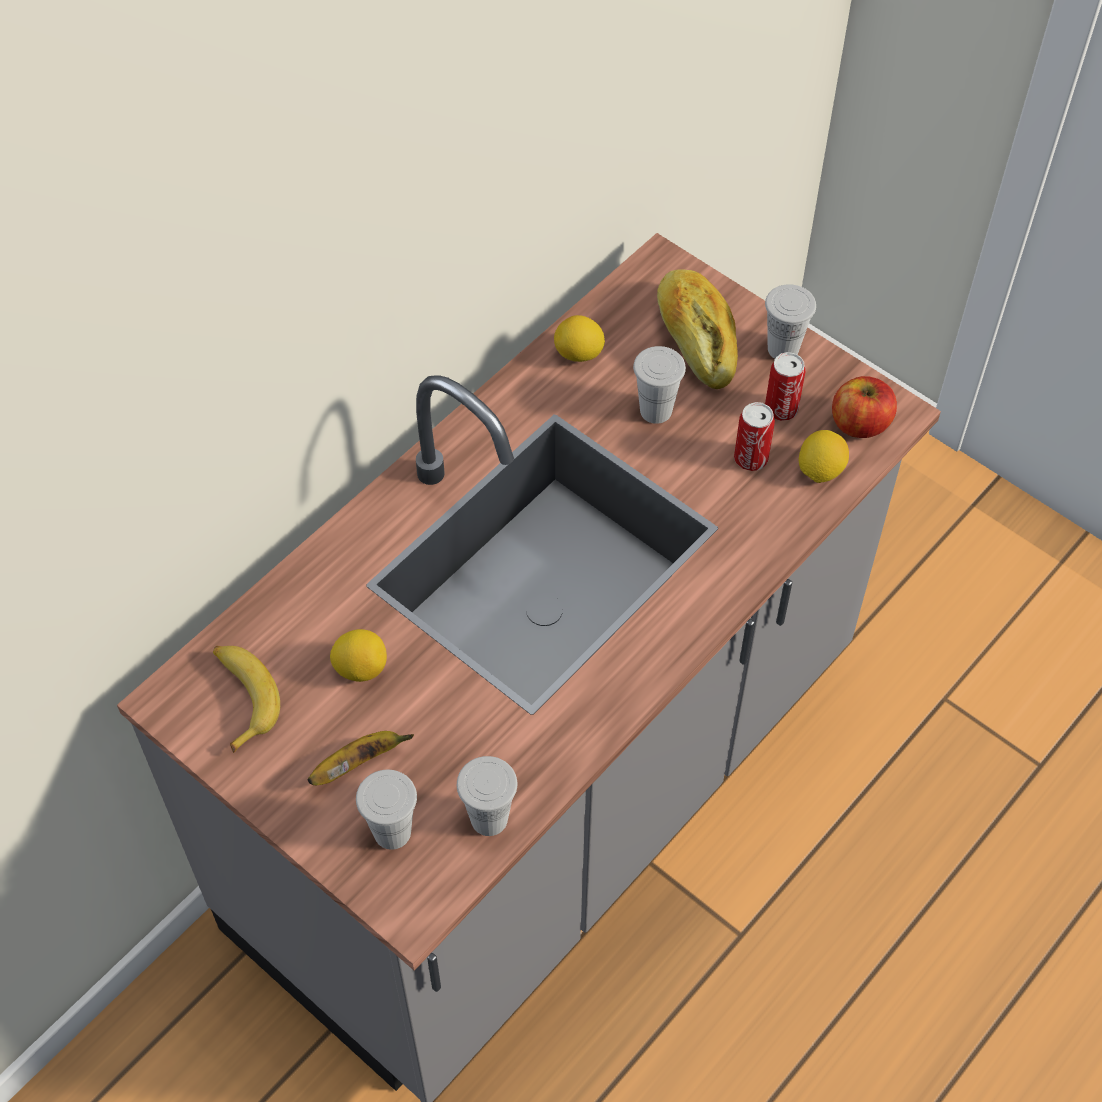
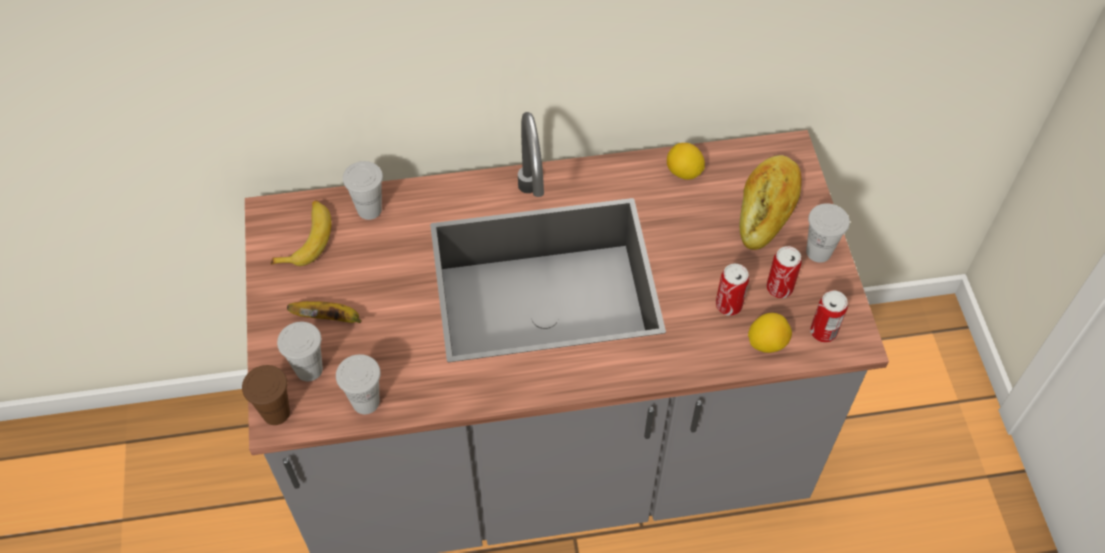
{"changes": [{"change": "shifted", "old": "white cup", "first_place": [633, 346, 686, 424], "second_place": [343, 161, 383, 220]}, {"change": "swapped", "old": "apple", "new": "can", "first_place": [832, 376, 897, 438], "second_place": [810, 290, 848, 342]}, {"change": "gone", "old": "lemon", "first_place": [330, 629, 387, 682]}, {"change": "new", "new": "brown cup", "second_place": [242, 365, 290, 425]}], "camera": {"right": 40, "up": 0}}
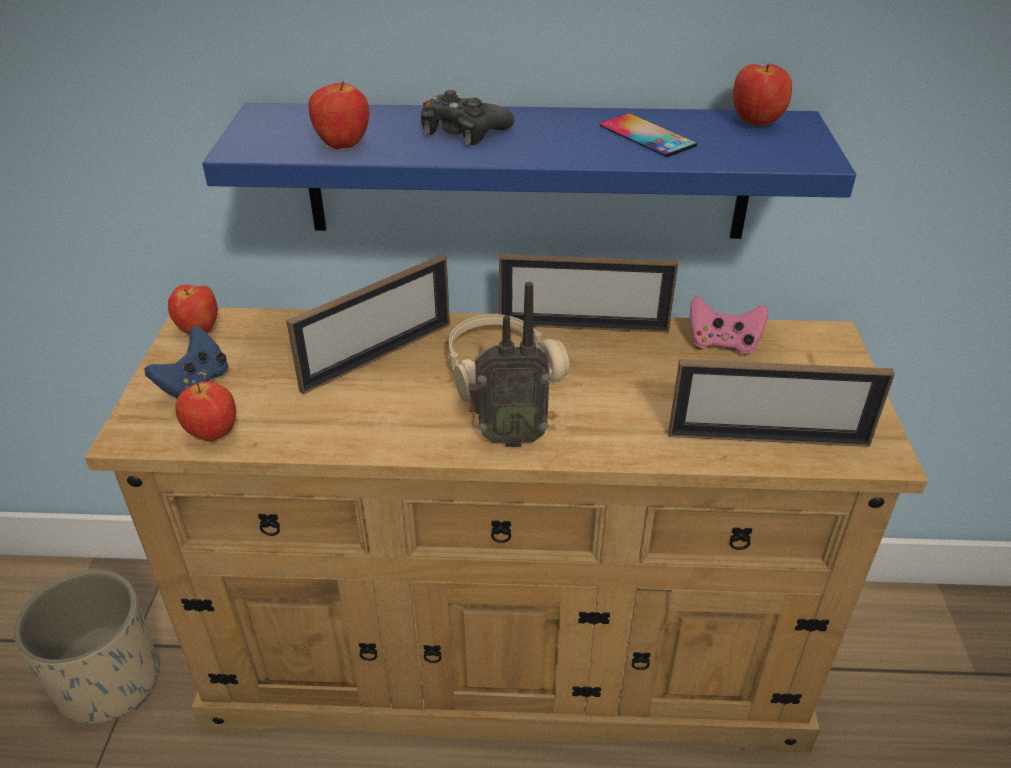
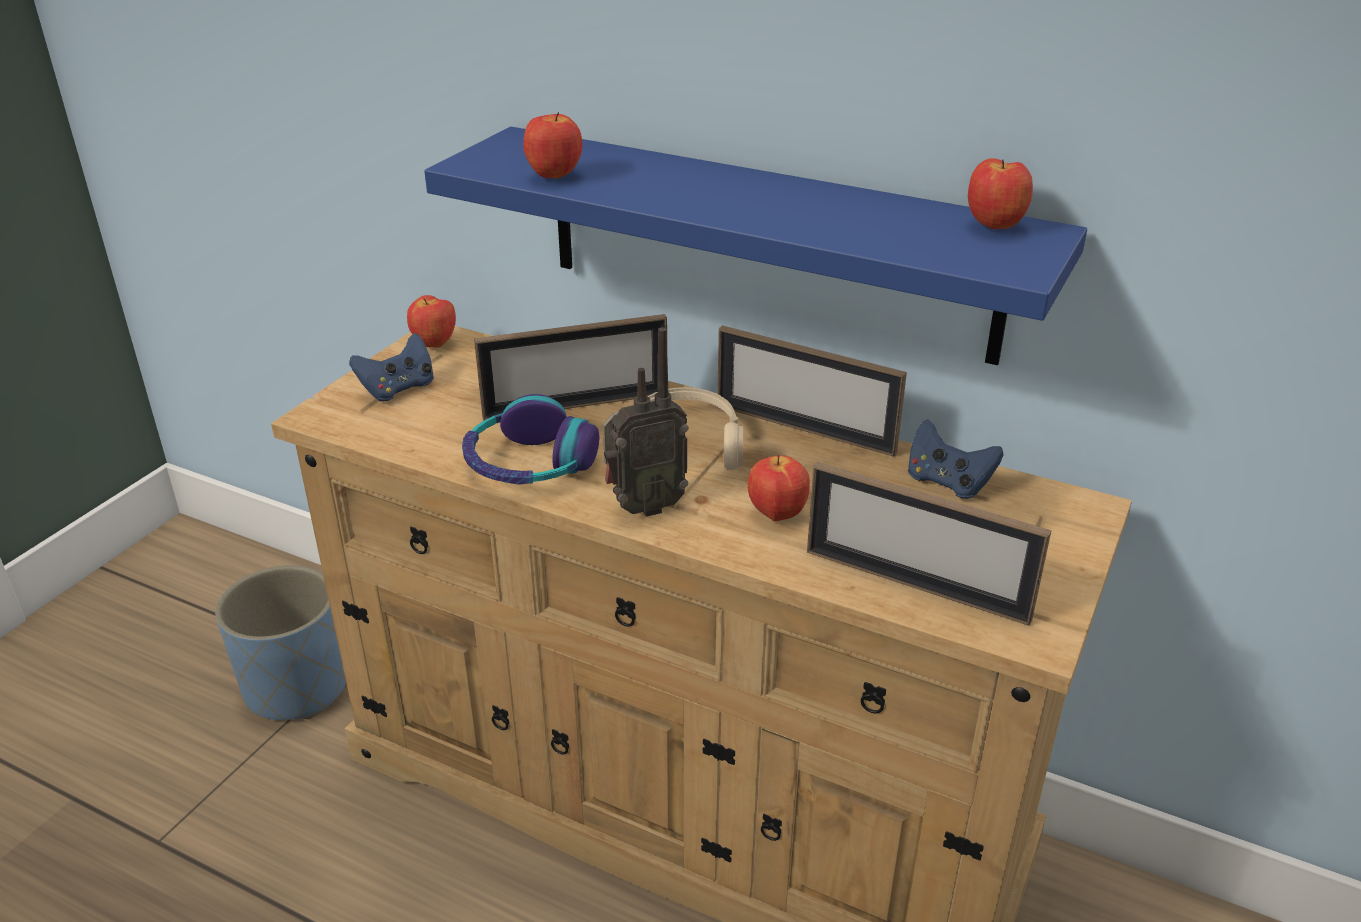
{"changes": [{"change": "gone", "old": "black game controller", "first_place": [421, 90, 514, 145]}, {"change": "gone", "old": "phone", "first_place": [600, 113, 697, 157]}, {"change": "rotated", "old": "radio", "first_place": [469, 282, 550, 447], "second_place": [603, 328, 689, 517], "degrees": -45}, {"change": "repainted", "old": "pink game controller", "new": "blue game controller", "first_place": [690, 296, 768, 354], "second_place": [908, 419, 1004, 499]}, {"change": "shifted", "old": "apple", "first_place": [175, 381, 236, 442], "second_place": [747, 455, 810, 522]}, {"change": "repainted", "old": "beige planter", "new": "blue planter", "first_place": [14, 570, 158, 724], "second_place": [215, 565, 346, 720]}, {"change": "new", "new": "headphones", "second_place": [462, 394, 599, 485]}], "camera": {"right": 25, "up": -5}}
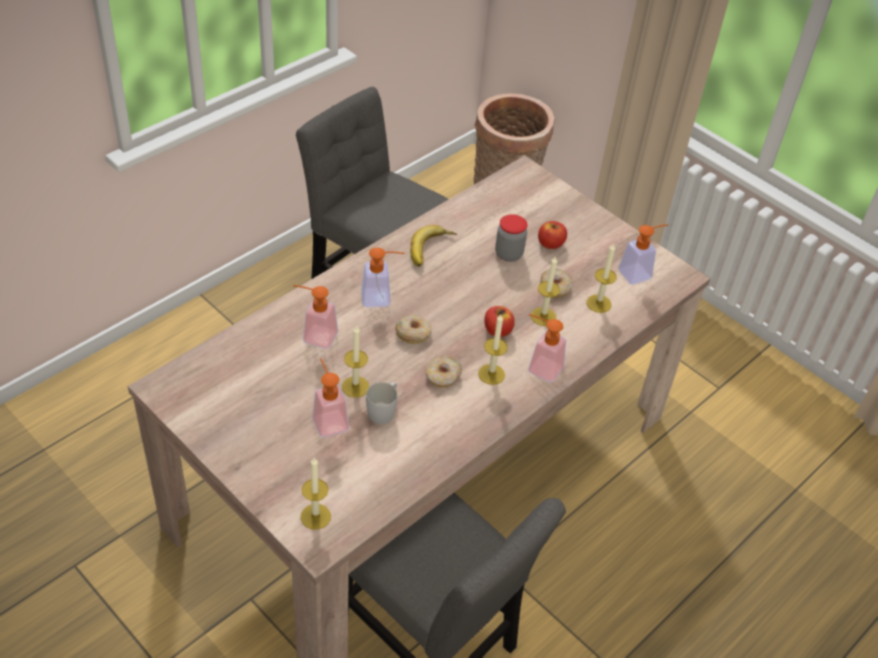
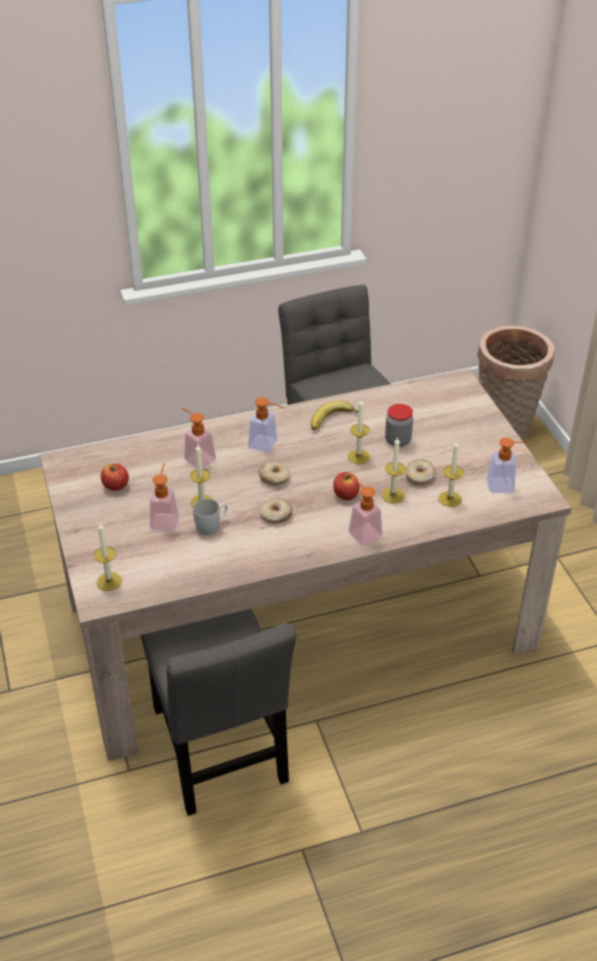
{"changes": [{"change": "shifted", "old": "apple", "first_place": [538, 221, 567, 249], "second_place": [101, 464, 129, 491]}, {"change": "shifted", "old": "candle", "first_place": [478, 314, 508, 385], "second_place": [348, 399, 370, 464]}], "camera": {"right": 30, "up": -5}}
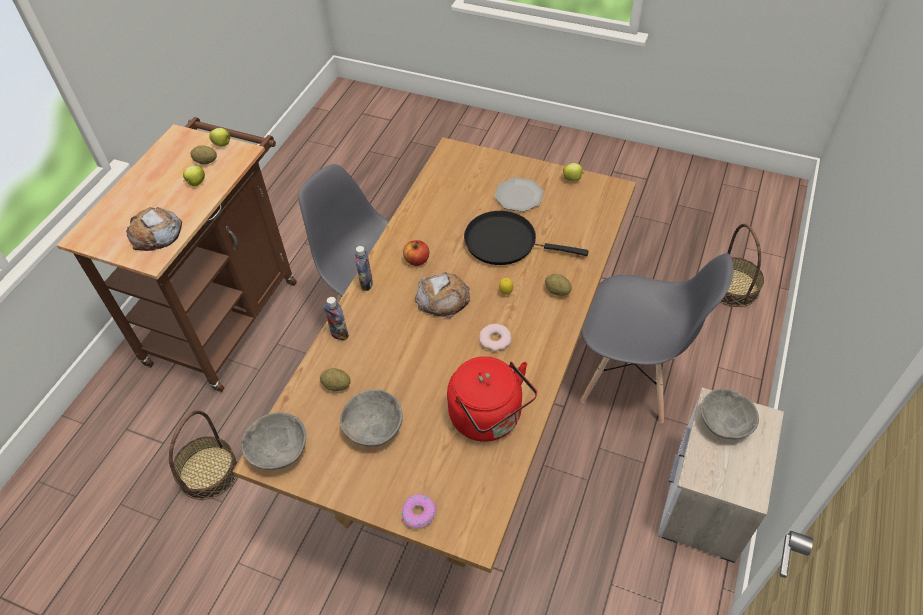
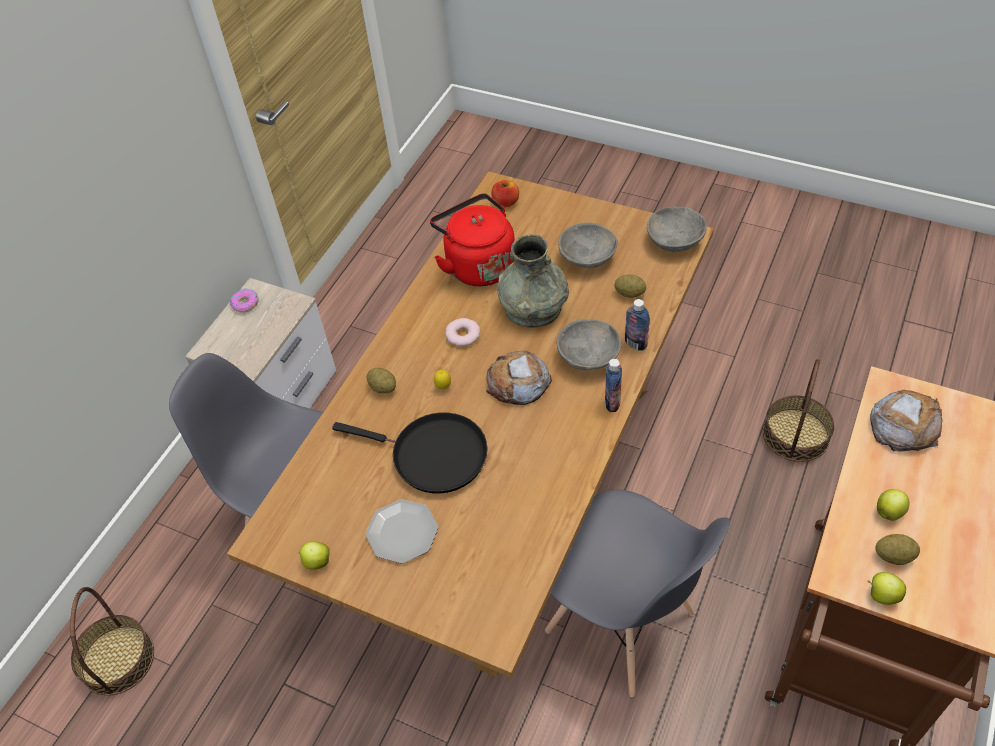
{"changes": [{"change": "shifted", "old": "apple", "first_place": [403, 240, 429, 266], "second_place": [492, 180, 519, 207]}, {"change": "shifted", "old": "grey bowl", "first_place": [701, 389, 759, 439], "second_place": [556, 319, 621, 370]}, {"change": "shifted", "old": "donut", "first_place": [402, 494, 436, 529], "second_place": [230, 288, 259, 313]}, {"change": "new", "new": "grey vase", "second_place": [497, 234, 569, 328]}], "camera": {"right": -175, "up": 0}}
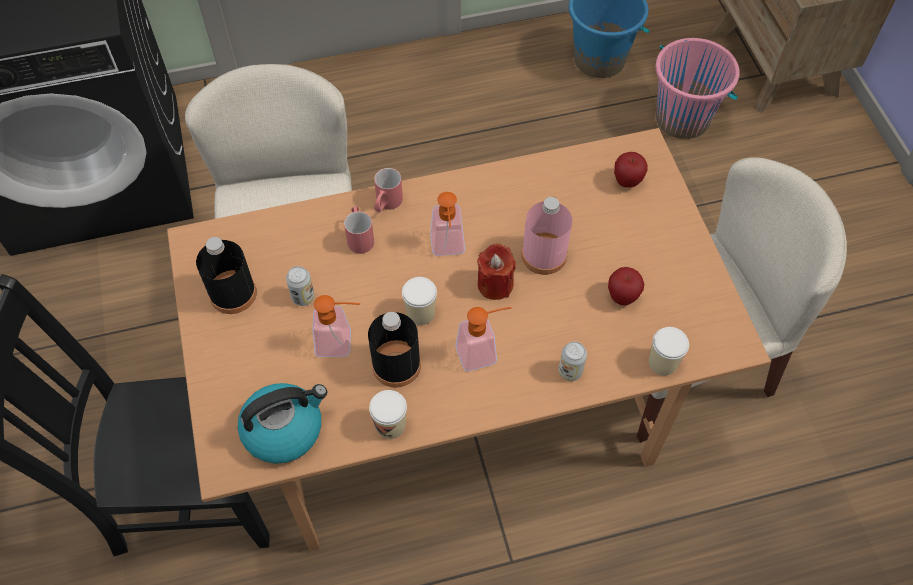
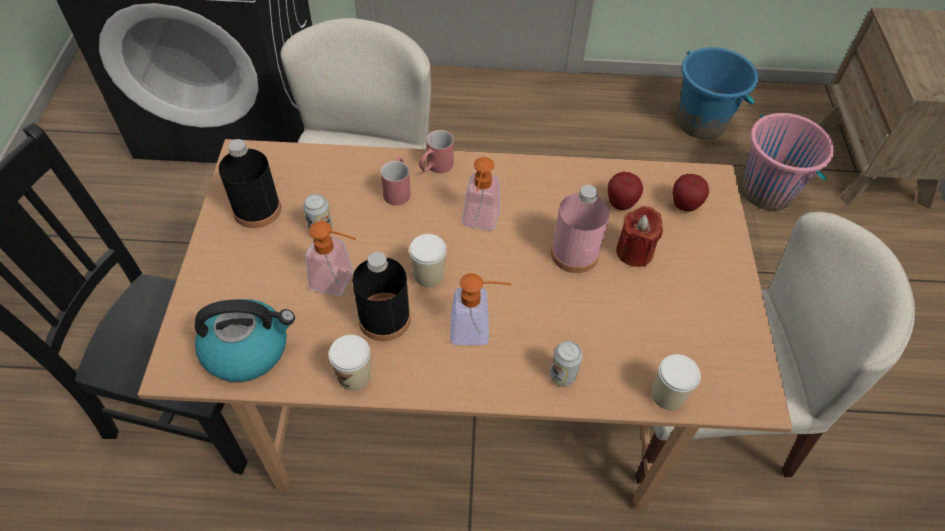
{"changes": [{"change": "shifted", "old": "red candle", "first_place": [477, 244, 516, 300], "second_place": [616, 206, 663, 267]}, {"change": "shifted", "old": "apple", "first_place": [608, 267, 644, 306], "second_place": [608, 172, 643, 210]}], "camera": {"right": 15, "up": -5}}
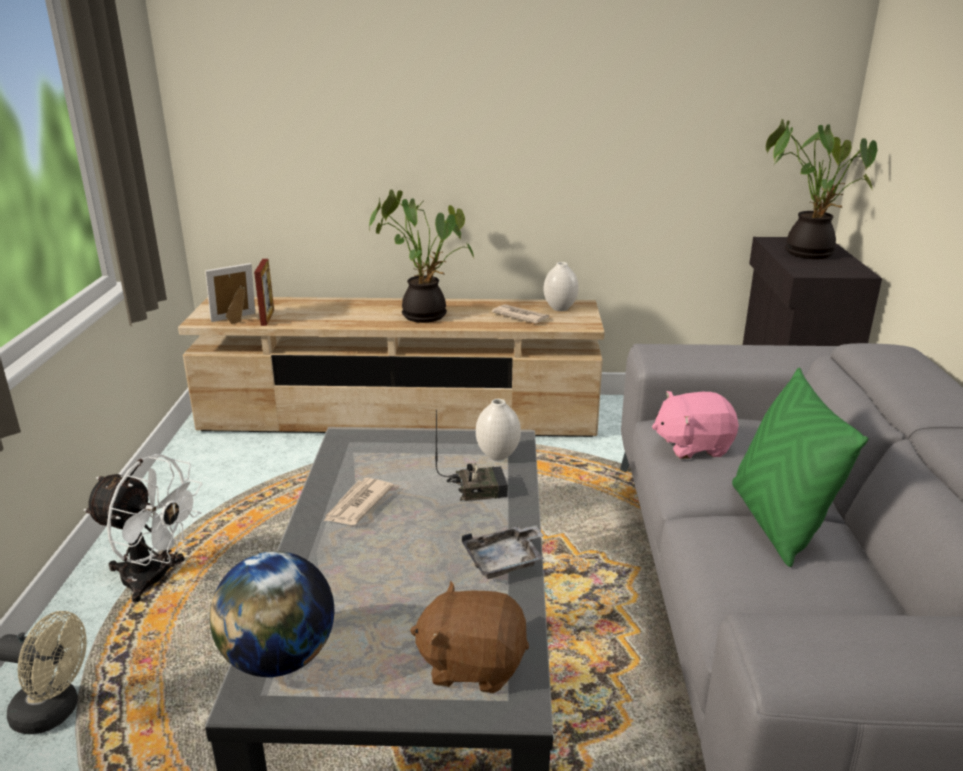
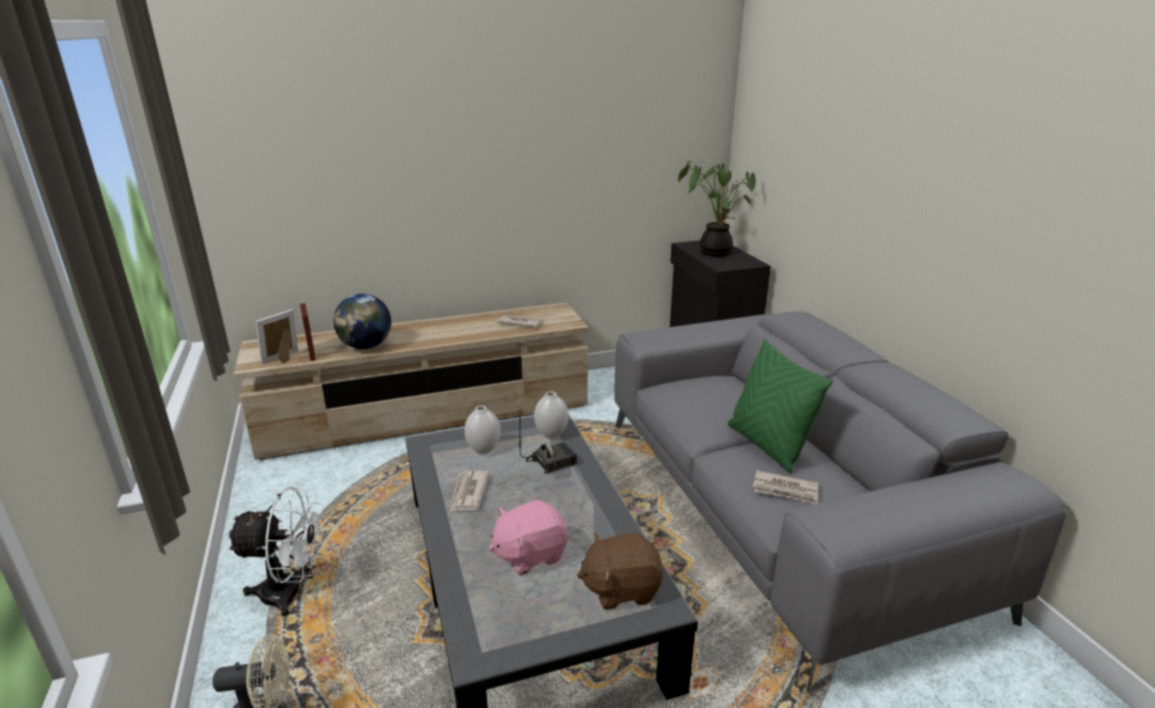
{"changes": [{"change": "gone", "old": "potted plant", "first_place": [369, 189, 474, 323]}, {"change": "shifted", "old": "white vase", "first_place": [544, 262, 579, 311], "second_place": [464, 405, 501, 454]}, {"change": "shifted", "old": "pink plush toy", "first_place": [652, 391, 739, 459], "second_place": [489, 500, 568, 575]}, {"change": "gone", "old": "grey tray", "first_place": [462, 525, 544, 579]}, {"change": "shifted", "old": "globe", "first_place": [210, 551, 334, 677], "second_place": [334, 294, 391, 349]}, {"change": "new", "new": "newspaper", "second_place": [753, 470, 818, 504]}], "camera": {"right": -20, "up": 0}}
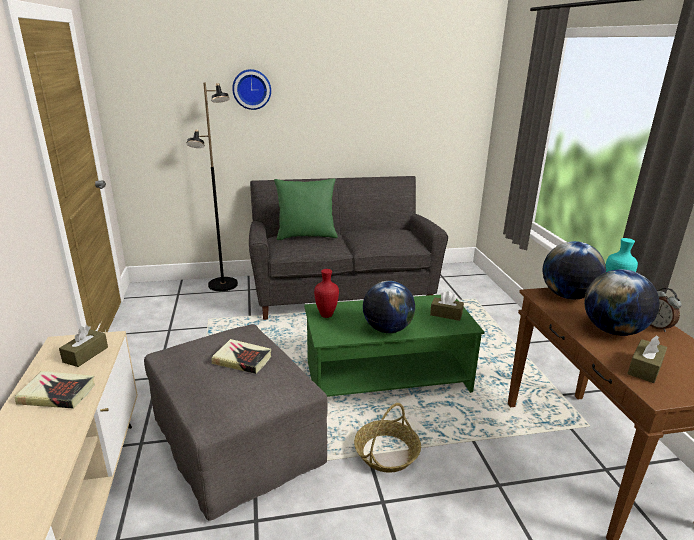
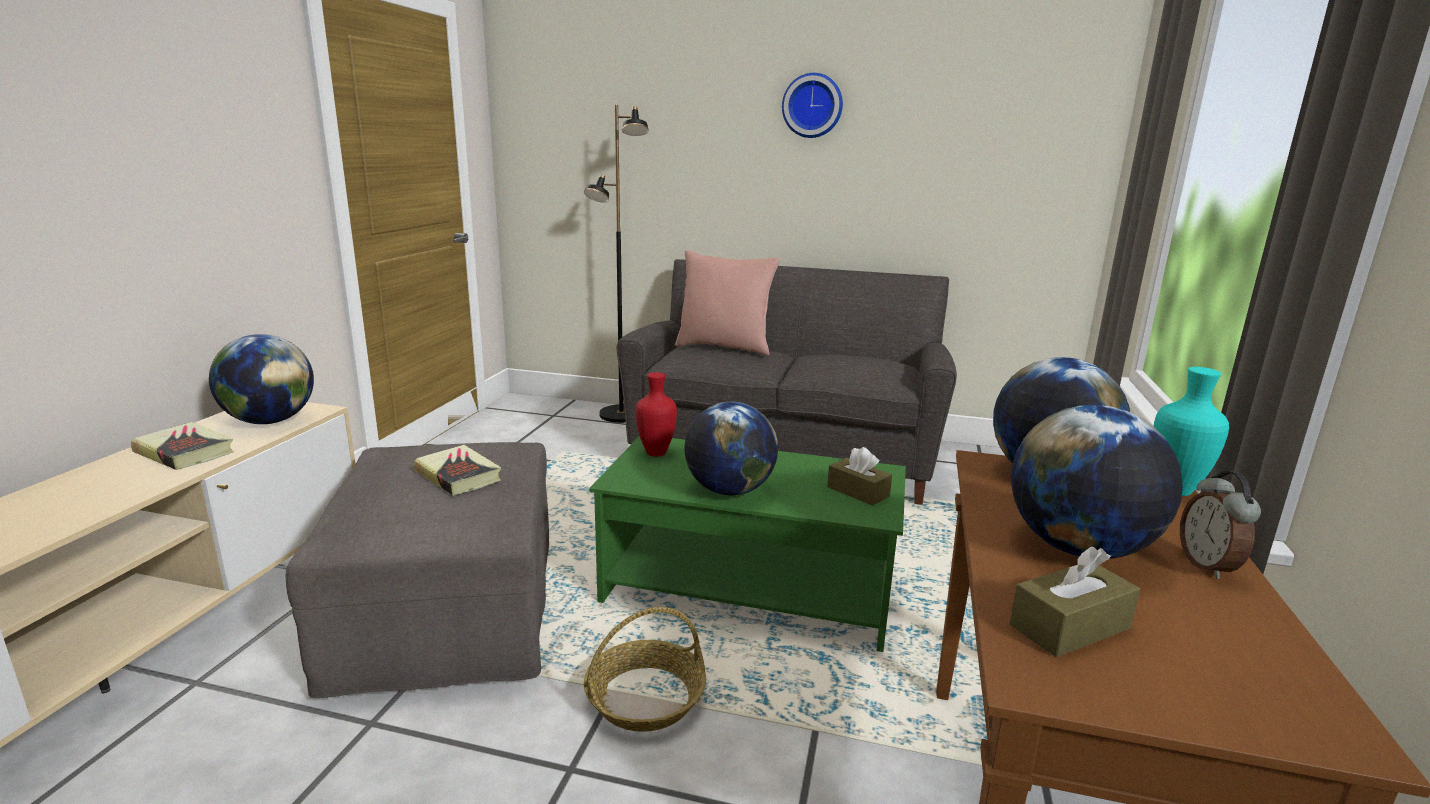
{"changes": [{"change": "shifted", "old": "wall clock", "first_place": [232, 69, 271, 110], "second_place": [782, 73, 843, 138]}, {"change": "repainted", "old": "green pillow", "new": "pink pillow", "first_place": [274, 178, 338, 240], "second_place": [675, 250, 780, 356]}, {"change": "swapped", "old": "brown tissue box", "new": "globe", "first_place": [59, 325, 108, 367], "second_place": [209, 334, 314, 424]}], "camera": {"right": 25, "up": -5}}
